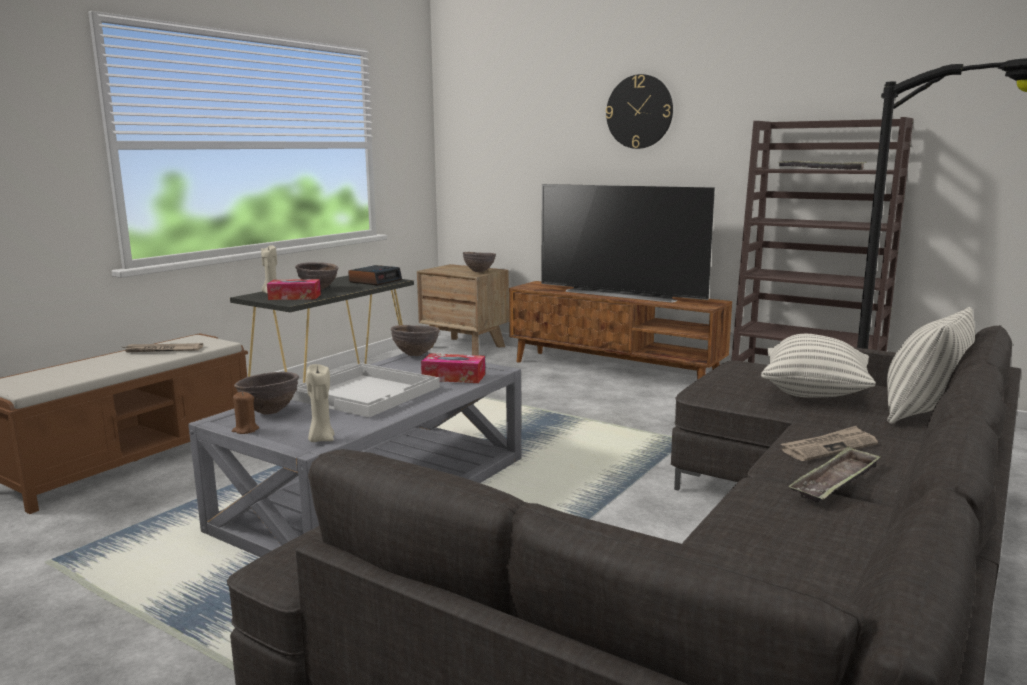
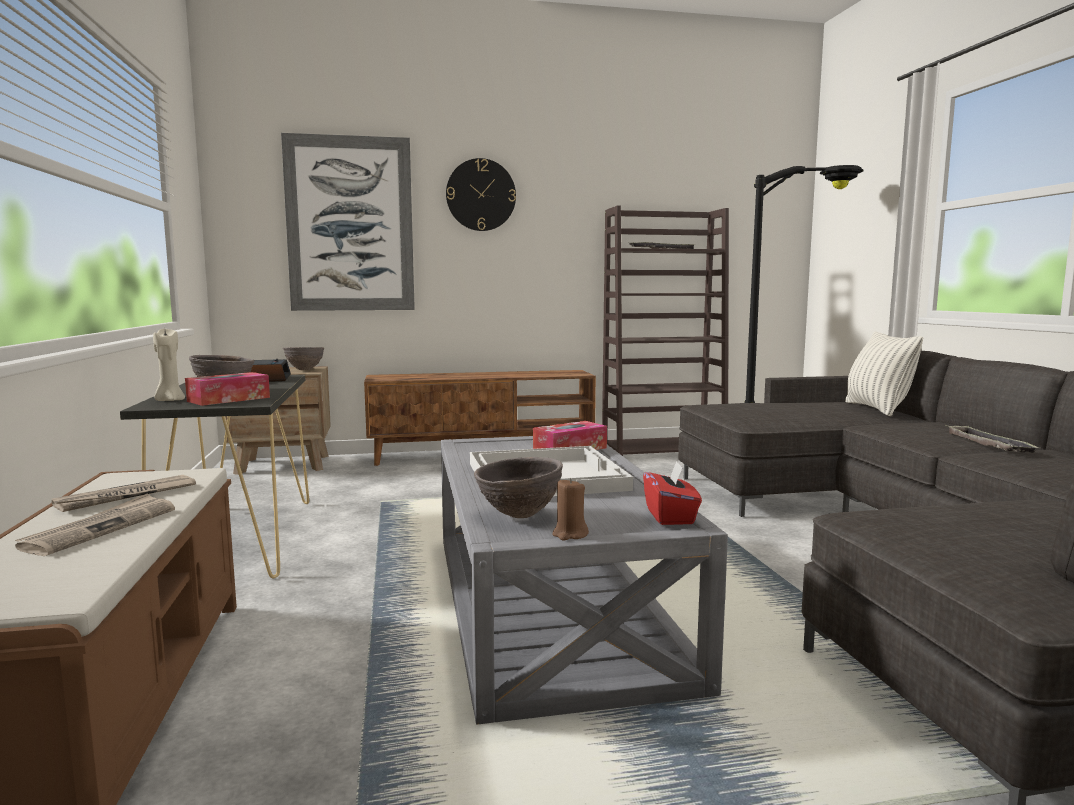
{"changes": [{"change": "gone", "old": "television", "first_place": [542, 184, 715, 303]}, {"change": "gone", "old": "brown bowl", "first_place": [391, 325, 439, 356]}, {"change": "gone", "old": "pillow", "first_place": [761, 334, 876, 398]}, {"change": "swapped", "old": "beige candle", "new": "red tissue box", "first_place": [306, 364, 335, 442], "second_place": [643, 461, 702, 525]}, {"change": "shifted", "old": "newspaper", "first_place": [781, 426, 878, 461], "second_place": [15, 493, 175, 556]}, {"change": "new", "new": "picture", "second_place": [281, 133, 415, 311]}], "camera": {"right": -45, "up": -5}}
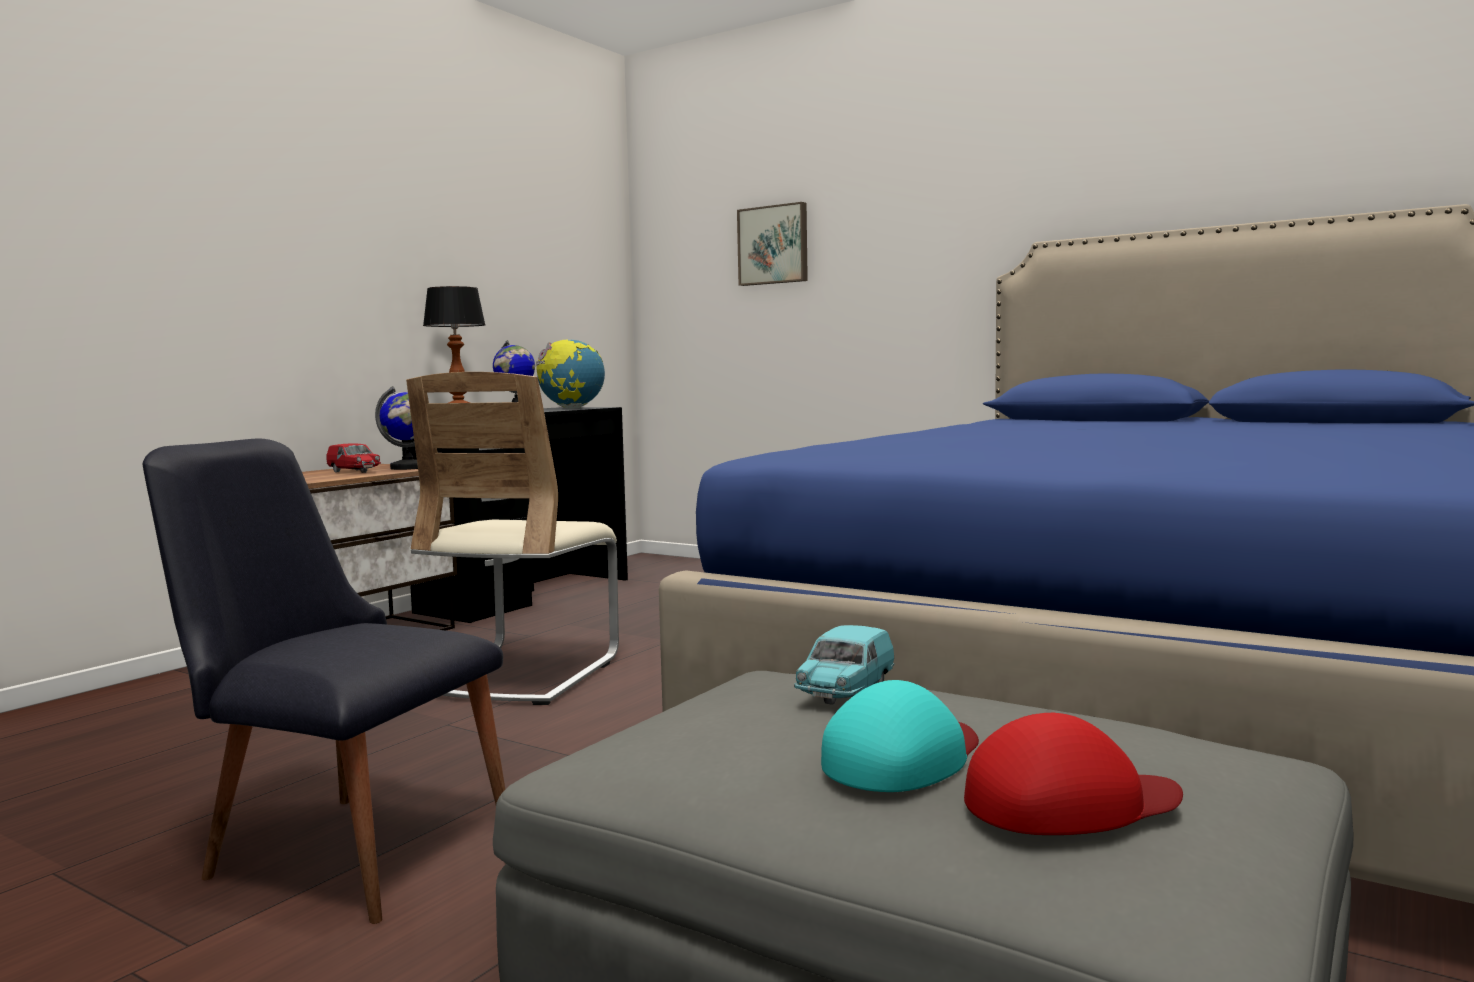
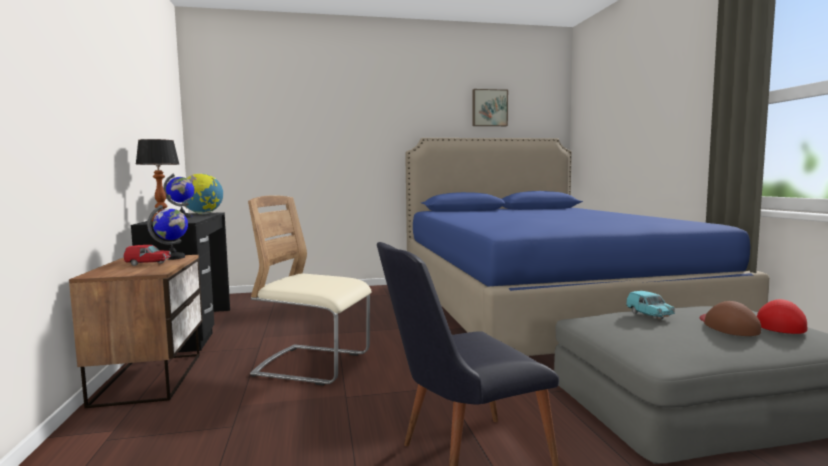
{"changes": [{"change": "shifted", "old": "picture", "first_place": [737, 202, 808, 286], "second_place": [472, 89, 508, 126]}, {"change": "rotated", "old": "beige chair", "first_place": [406, 372, 619, 705], "second_place": [248, 195, 372, 386], "degrees": 135}, {"change": "repainted", "old": "turquoise cap", "new": "brown cap", "first_place": [821, 680, 979, 792], "second_place": [700, 301, 761, 336]}], "camera": {"right": -45, "up": 0}}
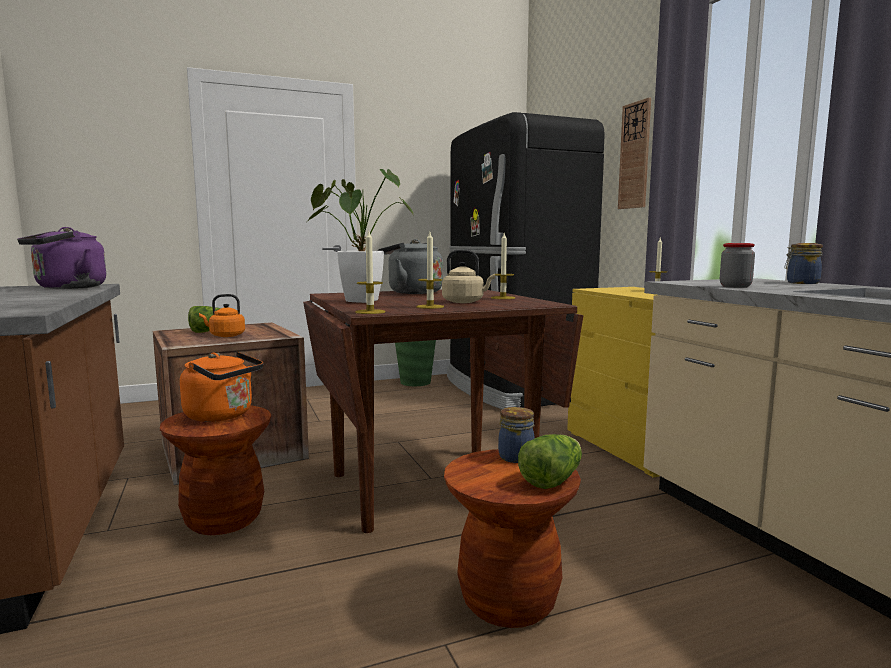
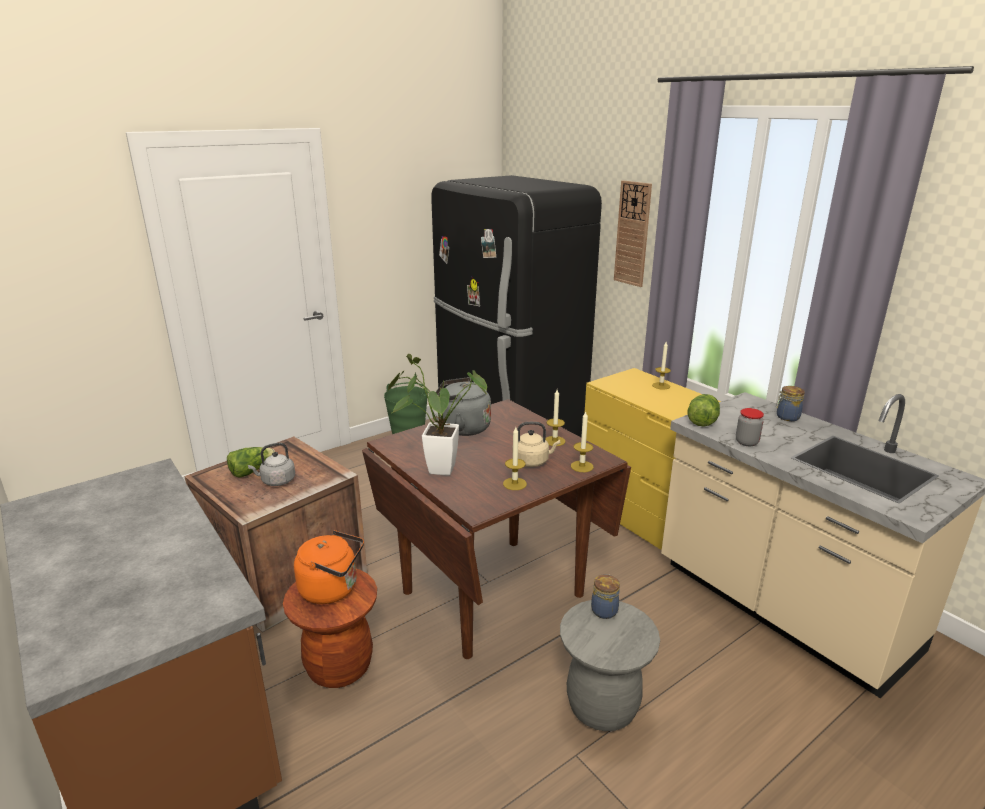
{"changes": [{"change": "gone", "old": "purple kettle", "first_place": [17, 227, 106, 289]}, {"change": "shifted", "old": "candle", "first_place": [355, 229, 385, 314], "second_place": [571, 411, 594, 472]}, {"change": "repainted", "old": "orange kettle", "new": "grey kettle", "first_place": [199, 294, 245, 337], "second_place": [248, 443, 295, 486]}, {"change": "shifted", "old": "lettuce", "first_place": [518, 434, 582, 489], "second_place": [687, 394, 720, 427]}, {"change": "repainted", "old": "brown stool", "new": "grey stool", "first_place": [444, 449, 581, 628], "second_place": [560, 600, 660, 731]}], "camera": {"right": -15, "up": 15}}
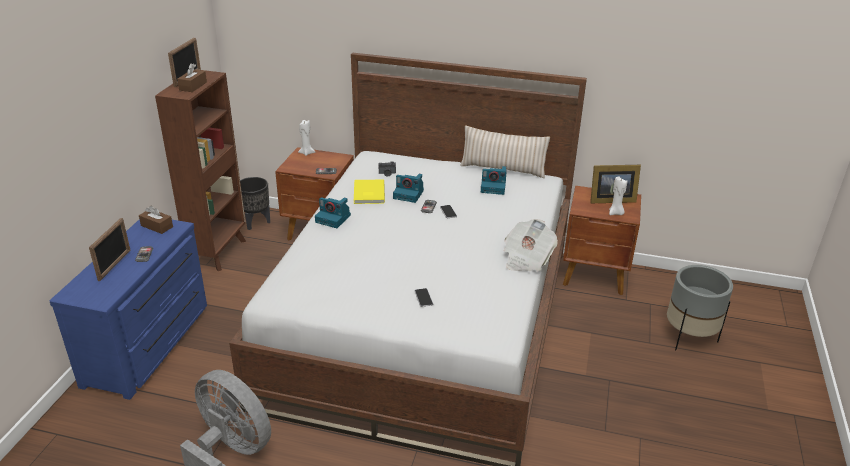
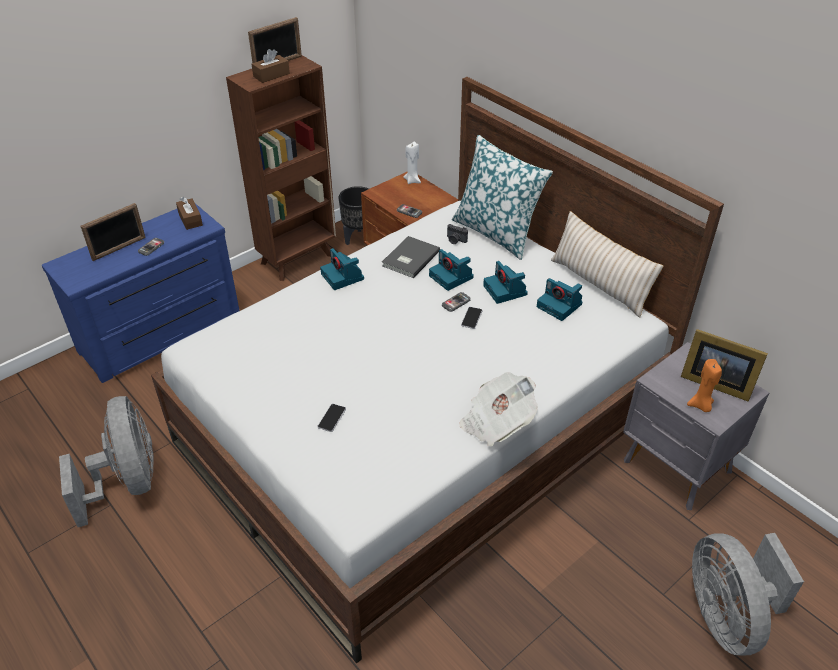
{"changes": [{"change": "repainted", "old": "white candle", "new": "orange candle", "first_place": [609, 176, 628, 215], "second_place": [687, 359, 722, 412]}, {"change": "repainted", "old": "yellow book", "new": "grey book", "first_place": [354, 180, 385, 204], "second_place": [382, 236, 440, 278]}, {"change": "repainted", "old": "brown nightstand", "new": "grey nightstand", "first_place": [563, 186, 641, 295], "second_place": [623, 342, 769, 510]}, {"change": "swapped", "old": "grey planter", "new": "grey fan", "first_place": [667, 265, 733, 350], "second_place": [692, 533, 804, 656]}, {"change": "new", "new": "pillow", "second_place": [452, 135, 553, 260]}, {"change": "new", "new": "photo camera", "second_place": [483, 261, 528, 304]}], "camera": {"right": 35, "up": 10}}
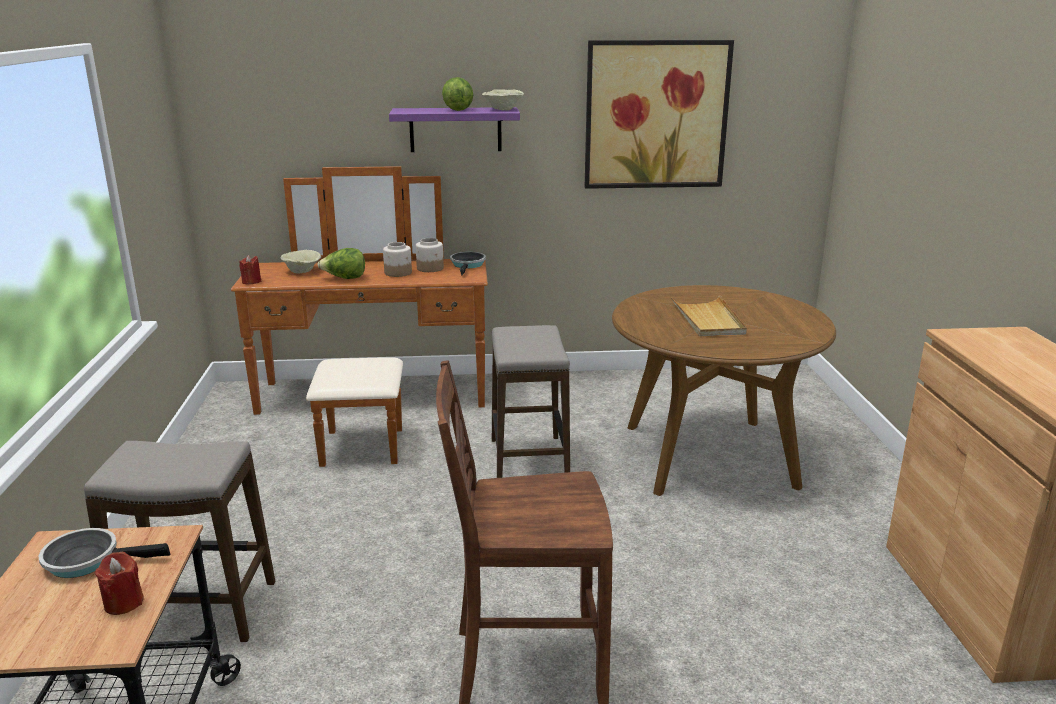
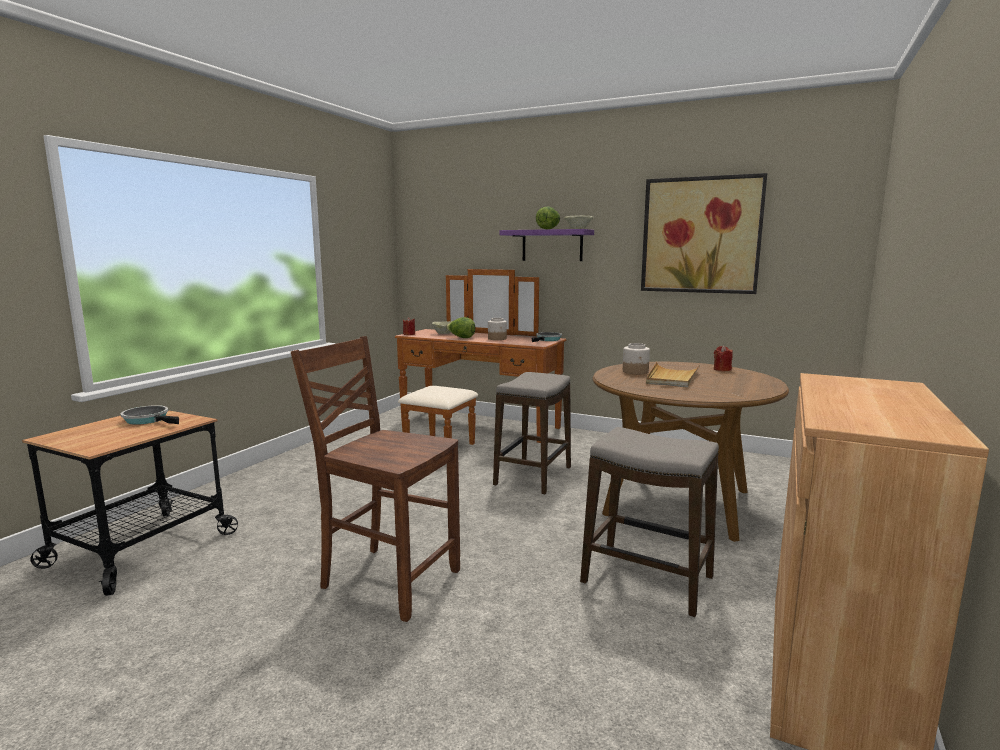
{"changes": [{"change": "shifted", "old": "jar", "first_place": [416, 238, 444, 272], "second_place": [623, 343, 650, 374]}, {"change": "shifted", "old": "stool", "first_place": [84, 441, 275, 642], "second_place": [580, 427, 719, 617]}, {"change": "shifted", "old": "red candle", "first_place": [95, 552, 144, 615], "second_place": [714, 346, 733, 371]}], "camera": {"right": 30, "up": -10}}
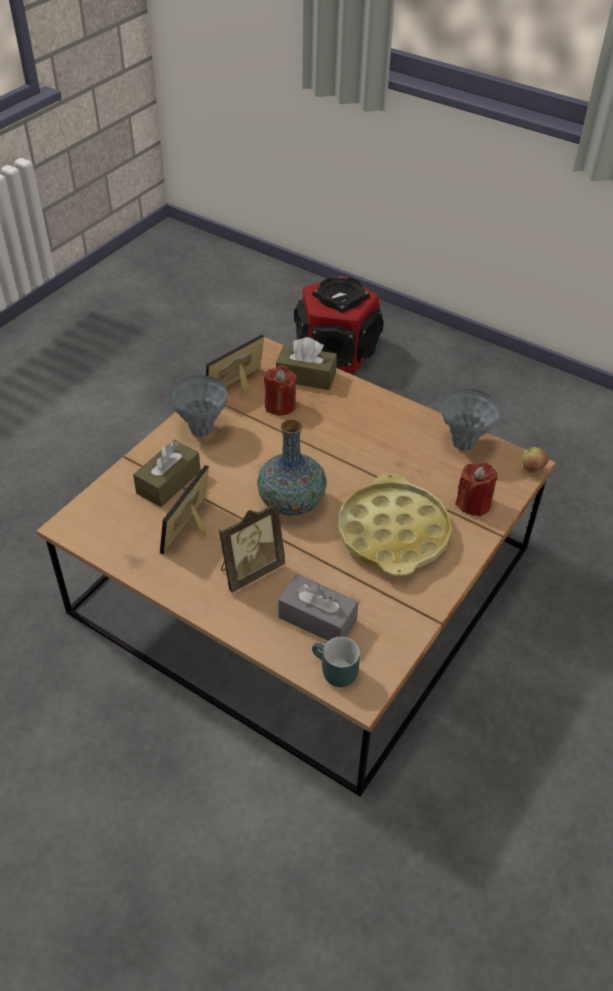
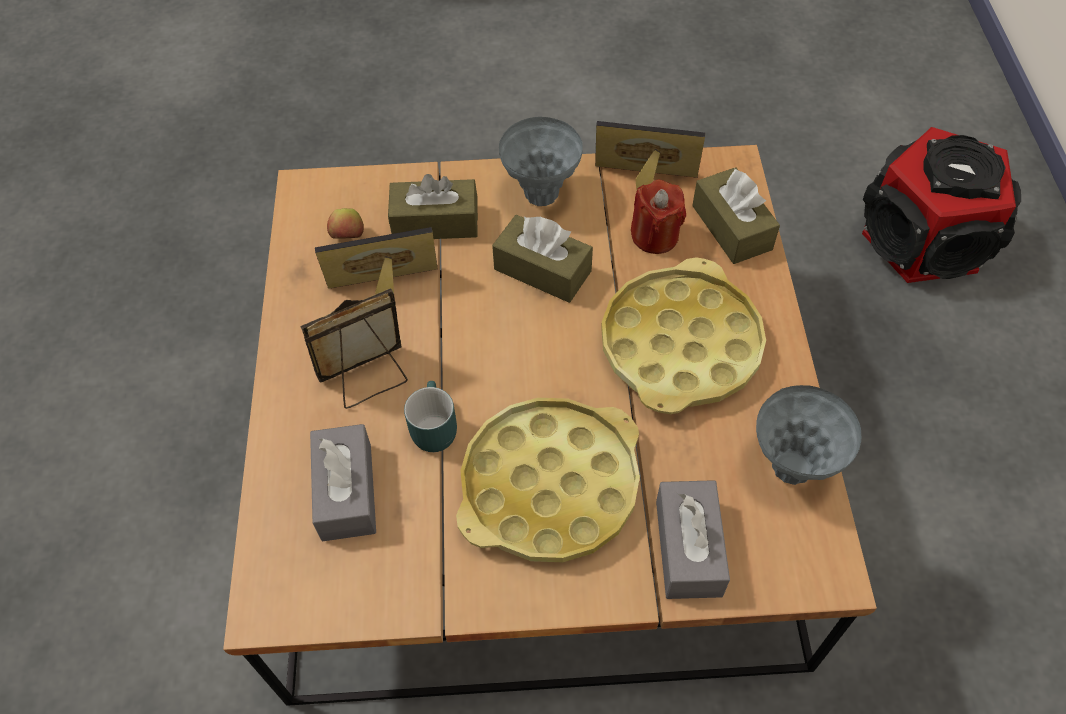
{"changes": [{"change": "gone", "old": "vase", "first_place": [257, 419, 327, 516]}, {"change": "shifted", "old": "apple", "first_place": [522, 447, 549, 473], "second_place": [327, 208, 364, 239]}, {"change": "swapped", "old": "red candle", "new": "grey tissue box", "first_place": [455, 462, 497, 516], "second_place": [656, 480, 730, 599]}, {"change": "rotated", "old": "picture frame", "first_place": [219, 501, 285, 593], "second_place": [300, 288, 408, 409], "degrees": 135}, {"change": "shifted", "old": "turquoise mug", "first_place": [312, 636, 360, 687], "second_place": [404, 381, 457, 452]}, {"change": "new", "new": "brown tissue box", "second_place": [492, 215, 593, 303]}, {"change": "new", "new": "yellow tray", "second_place": [601, 257, 766, 414]}], "camera": {"right": 55, "up": 10}}
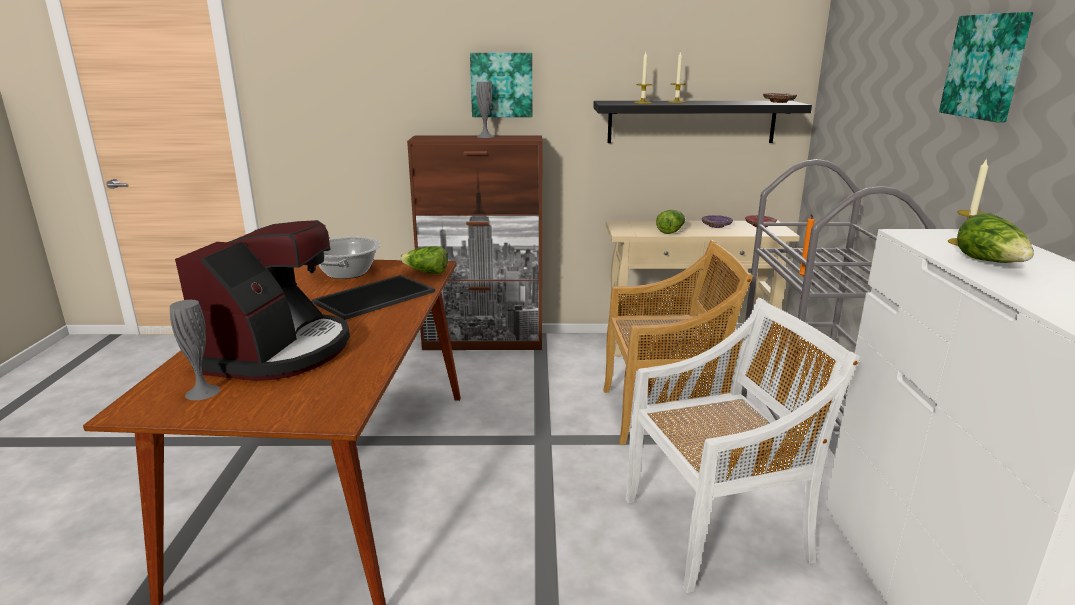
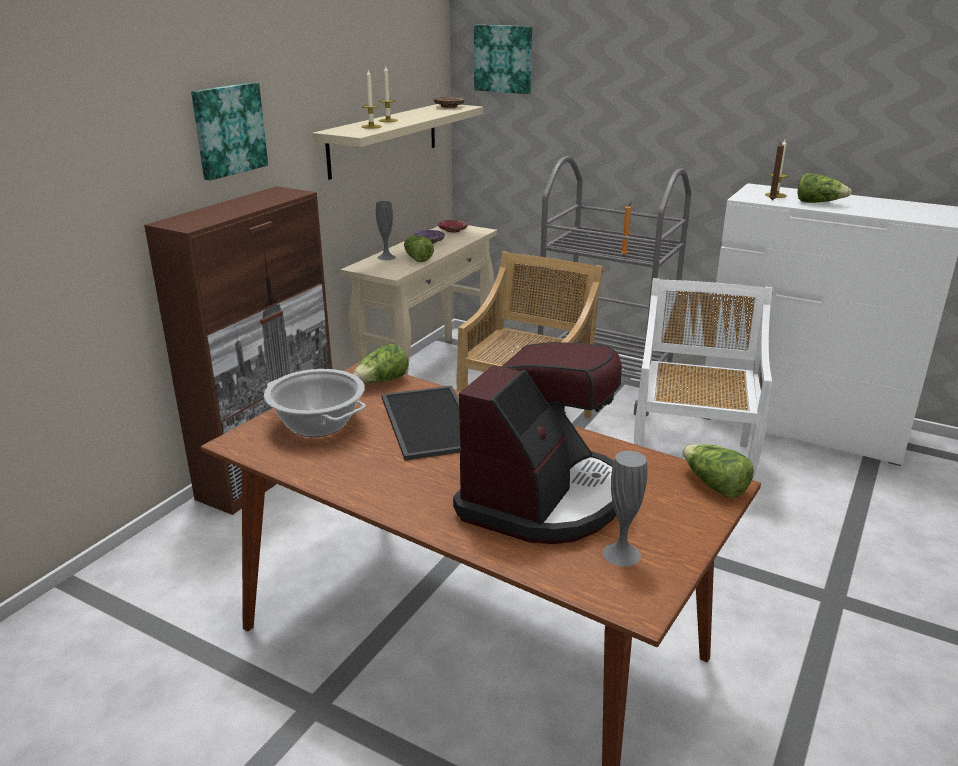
{"changes": [{"change": "shifted", "old": "picture", "first_place": [939, 12, 1033, 122], "second_place": [474, 25, 532, 94]}, {"change": "shifted", "old": "grey vase", "first_place": [476, 82, 494, 138], "second_place": [376, 201, 396, 260]}, {"change": "repainted", "old": "black shelf", "new": "beige shelf", "first_place": [593, 101, 812, 143], "second_place": [312, 104, 483, 180]}, {"change": "rotated", "old": "coffee machine", "first_place": [175, 220, 350, 381], "second_place": [453, 342, 622, 544], "degrees": 75}, {"change": "new", "new": "brown candle", "second_place": [769, 139, 784, 200]}, {"change": "new", "new": "lettuce", "second_place": [682, 444, 754, 498]}], "camera": {"right": -60, "up": 5}}
